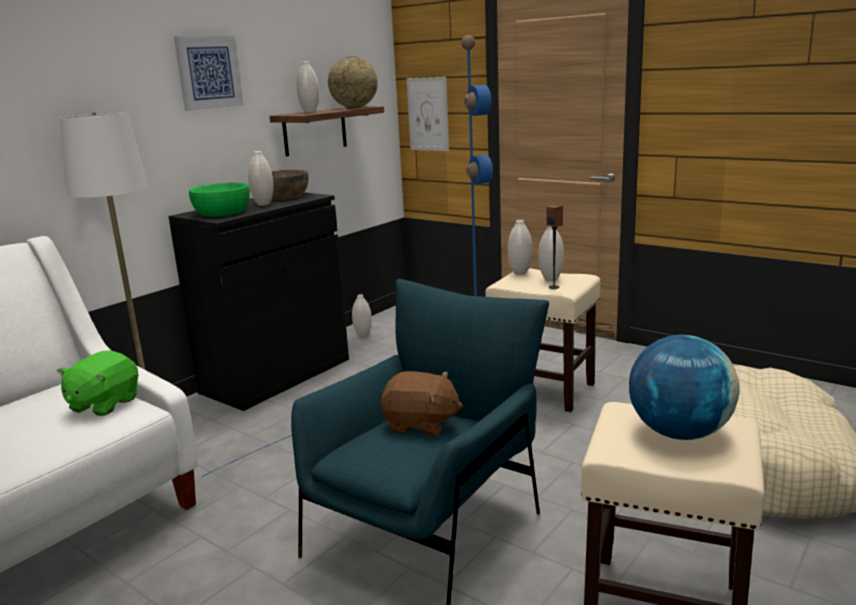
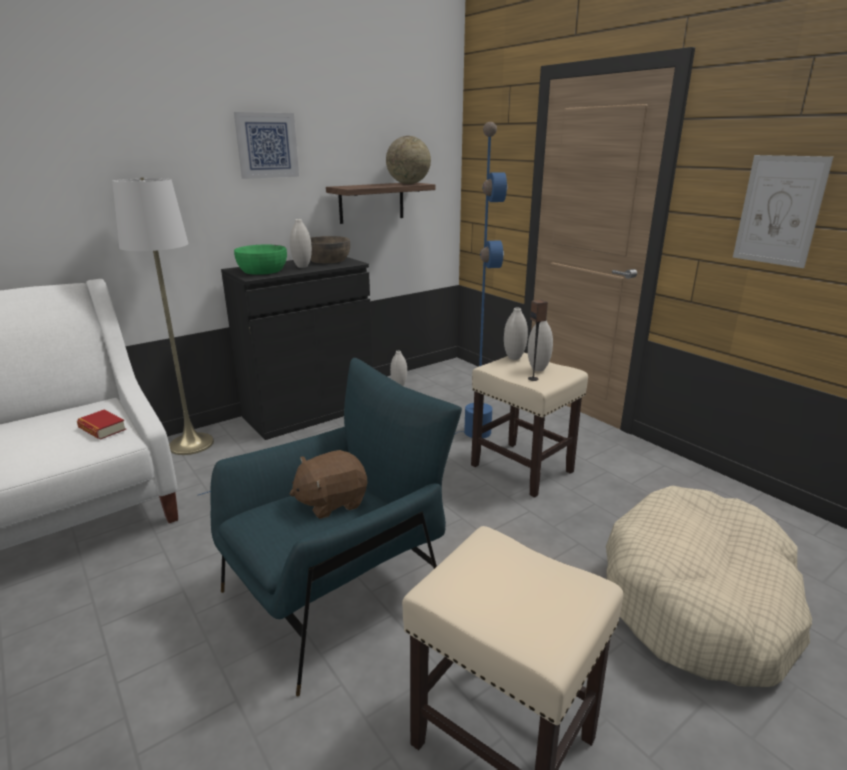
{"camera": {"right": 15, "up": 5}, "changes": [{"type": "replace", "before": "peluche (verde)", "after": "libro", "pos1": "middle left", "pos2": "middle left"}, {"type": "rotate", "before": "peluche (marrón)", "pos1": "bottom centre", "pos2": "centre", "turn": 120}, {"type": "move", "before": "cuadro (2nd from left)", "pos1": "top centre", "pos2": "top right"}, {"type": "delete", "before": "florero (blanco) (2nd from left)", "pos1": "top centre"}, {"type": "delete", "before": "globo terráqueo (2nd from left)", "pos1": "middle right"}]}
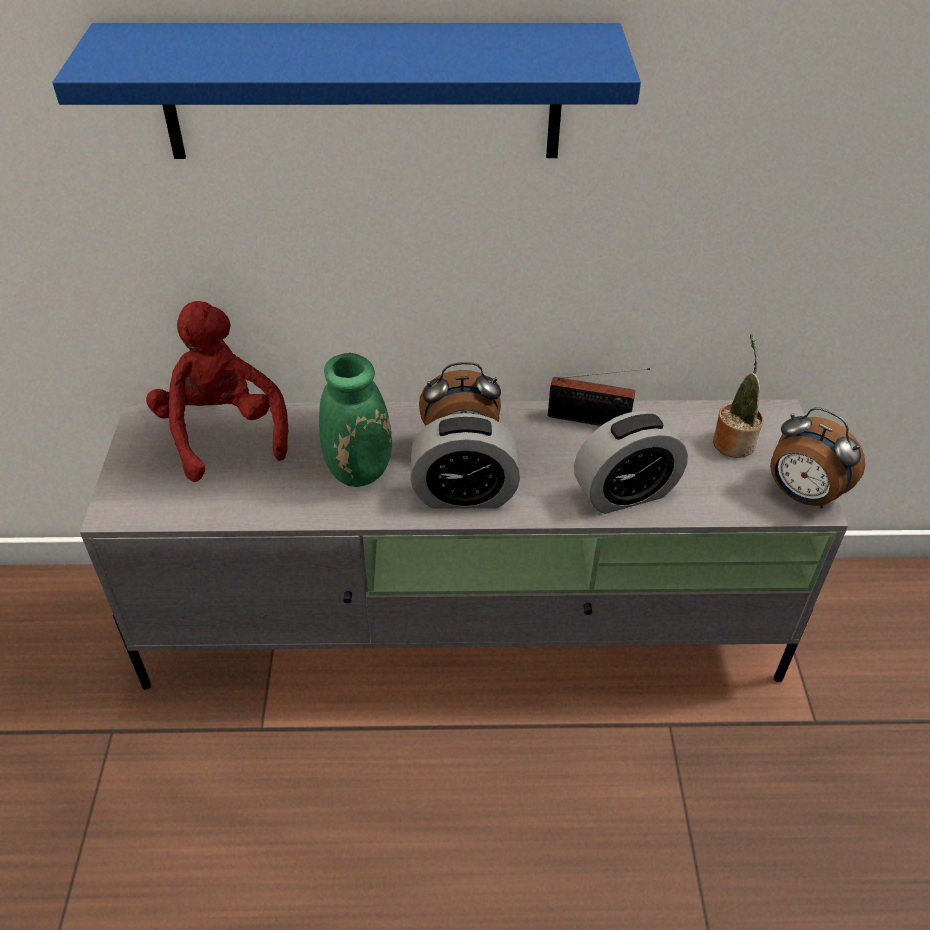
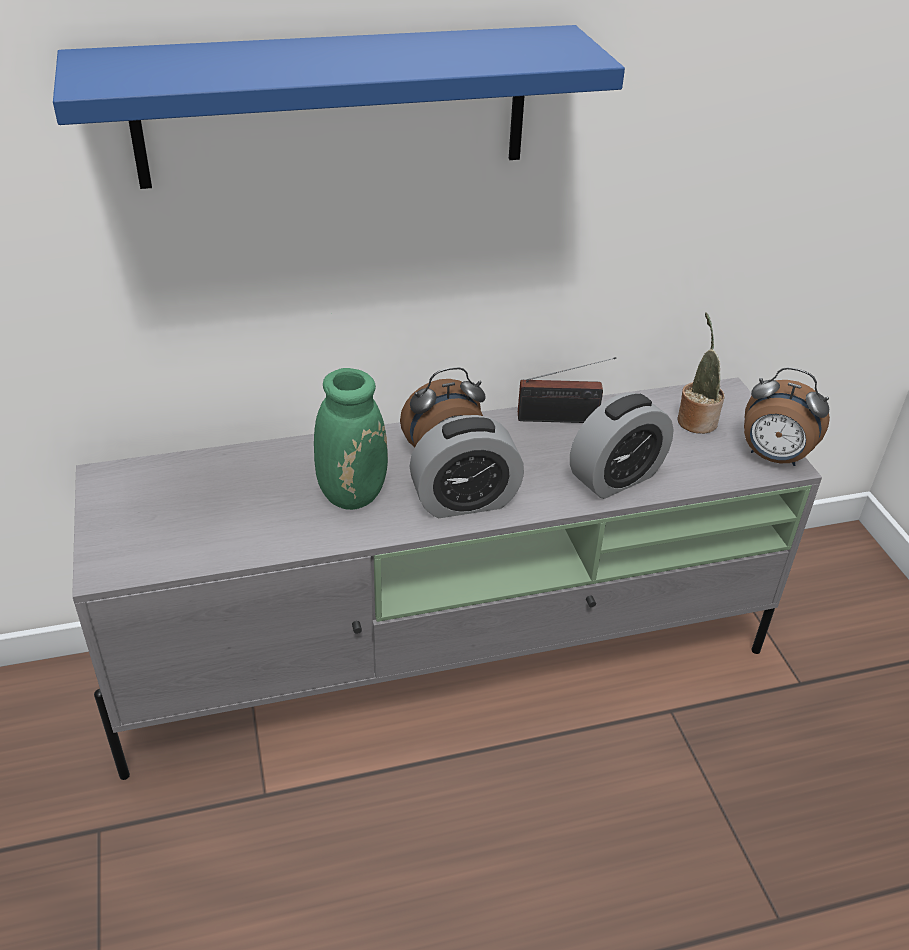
{"camera": {"right": -15, "up": -5}, "changes": [{"type": "delete", "before": "peluche (rojo)", "pos1": "middle left"}]}
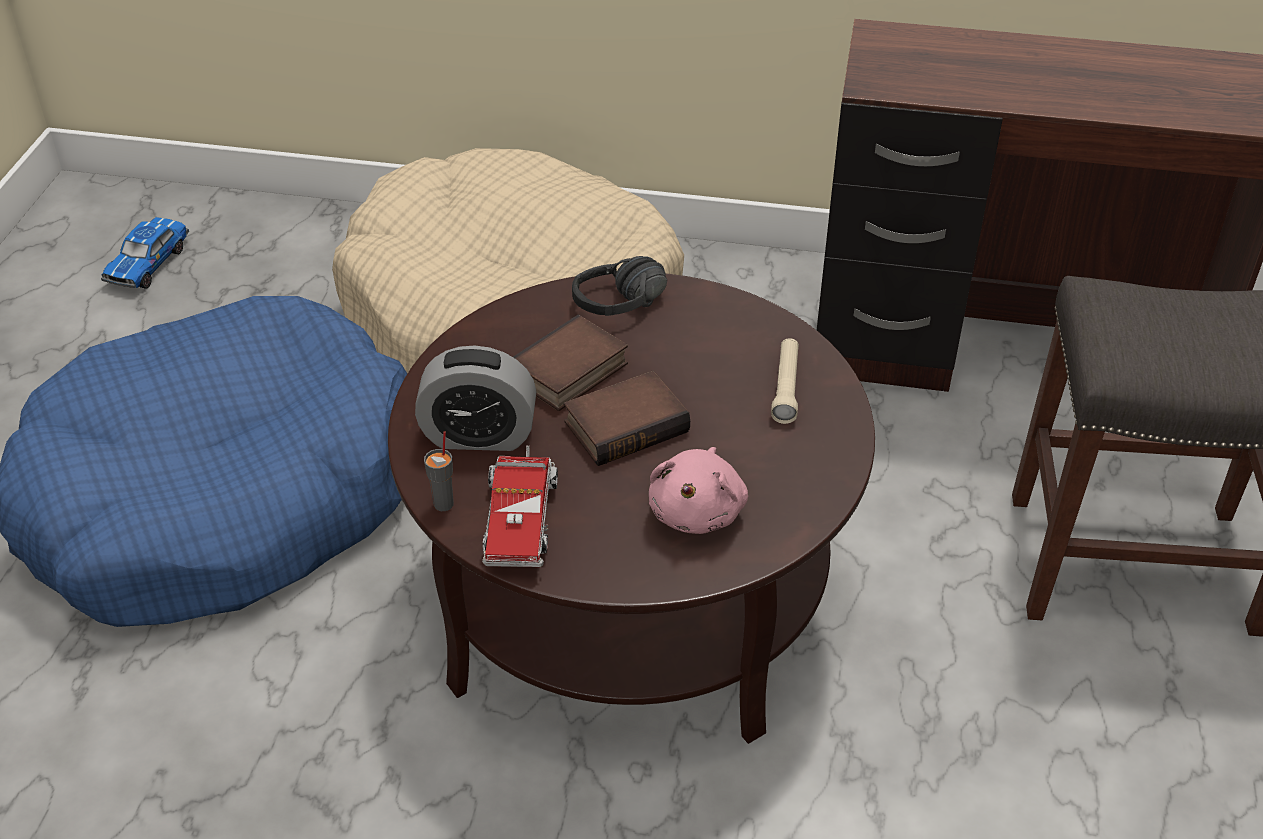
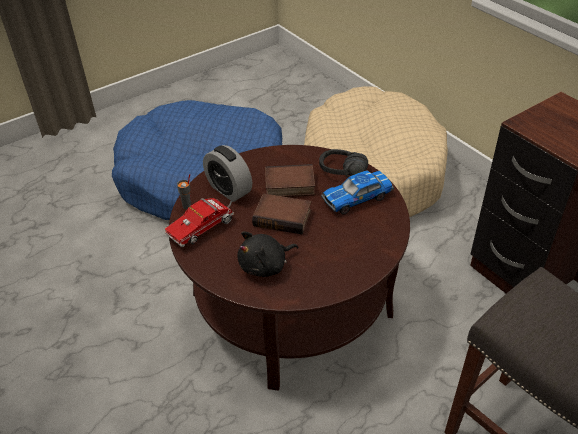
{"camera": {"right": 45, "up": 0}, "changes": [{"type": "recolor", "before": "peluche (rosa)", "after": "peluche (negro)", "pos1": "centre", "pos2": "centre"}, {"type": "move", "before": "coche de juguete", "pos1": "top left", "pos2": "centre"}, {"type": "delete", "before": "linterna (beis)", "pos1": "centre"}]}
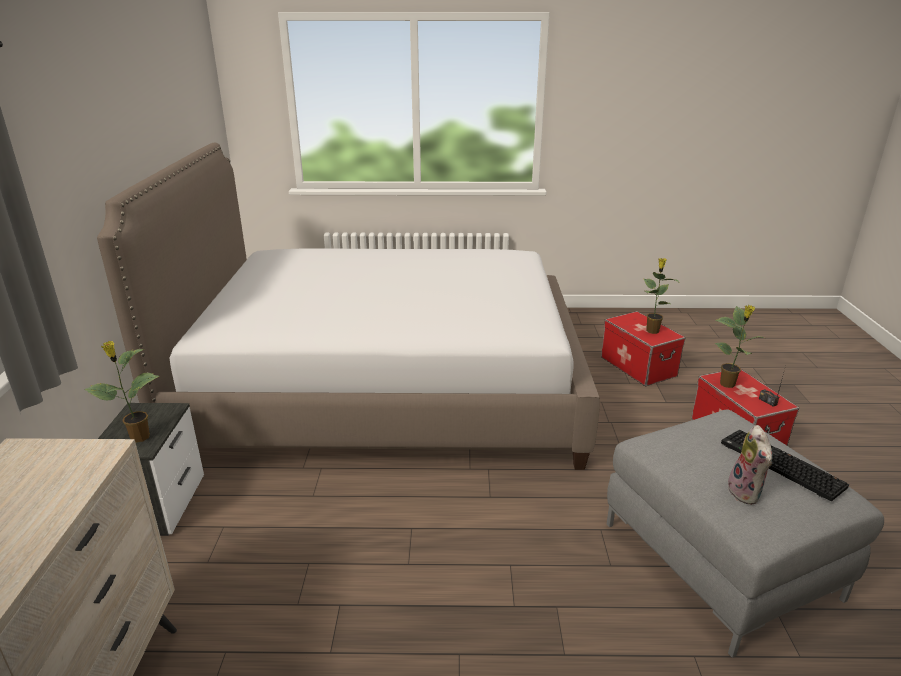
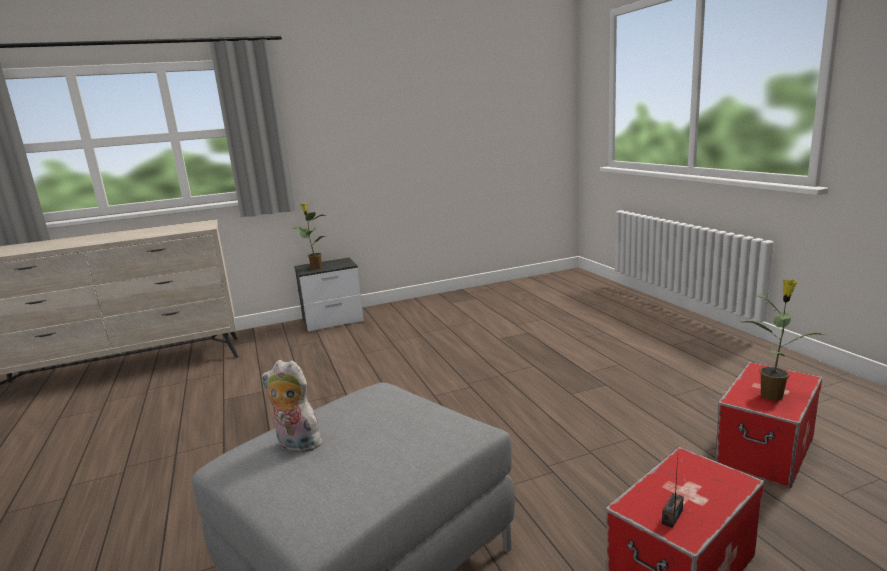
{"camera": {"right": 70, "up": -10}, "changes": [{"type": "rotate", "before": "peluche", "pos1": "bottom right", "pos2": "bottom left", "turn": 45}, {"type": "delete", "before": "cama", "pos1": "centre"}, {"type": "delete", "before": "planta en maceta (3rd from left)", "pos1": "middle right"}, {"type": "delete", "before": "teclado", "pos1": "bottom right"}]}
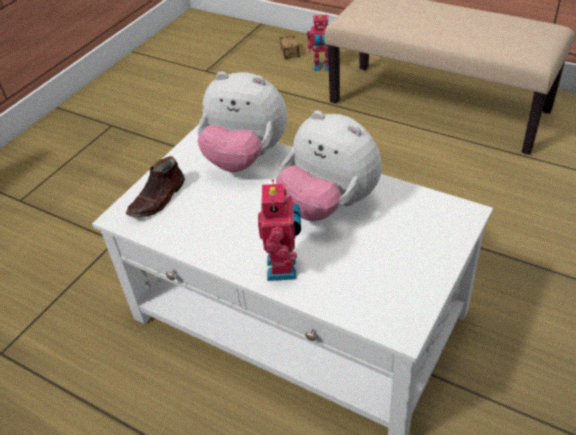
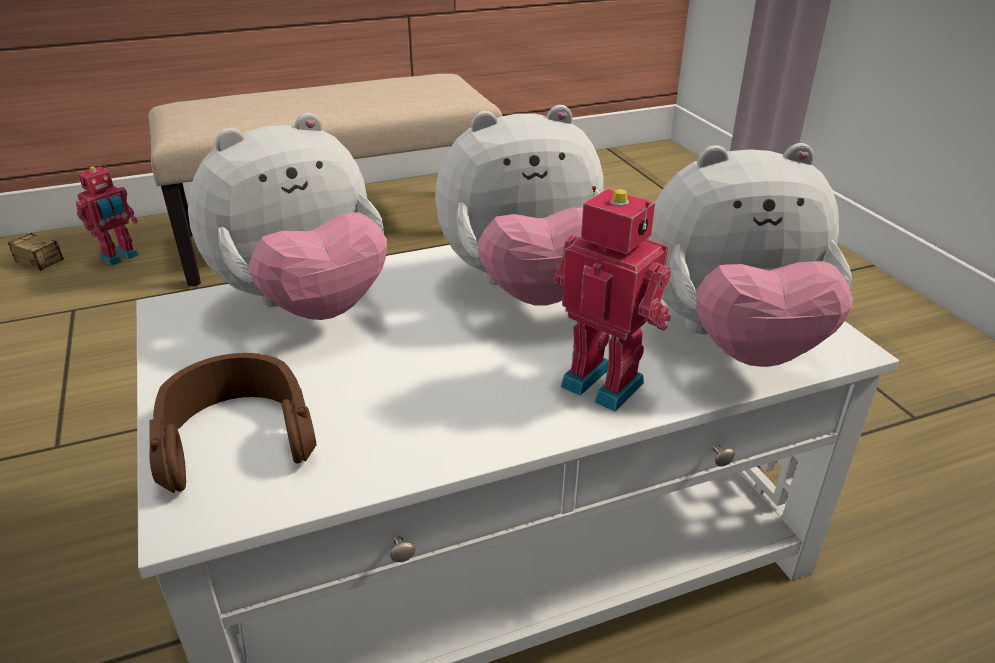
{"camera": {"right": -55, "up": -10}, "changes": [{"type": "replace", "before": "zapato (marrón)", "after": "auriculares (marrón)", "pos1": "middle left", "pos2": "middle left"}, {"type": "insert", "after": "peluche (3rd from left)", "pos2": "middle right"}]}
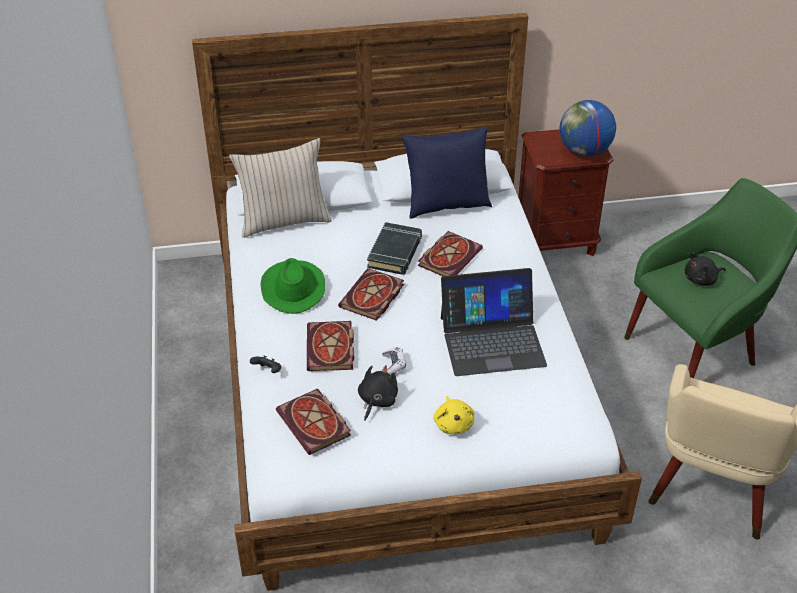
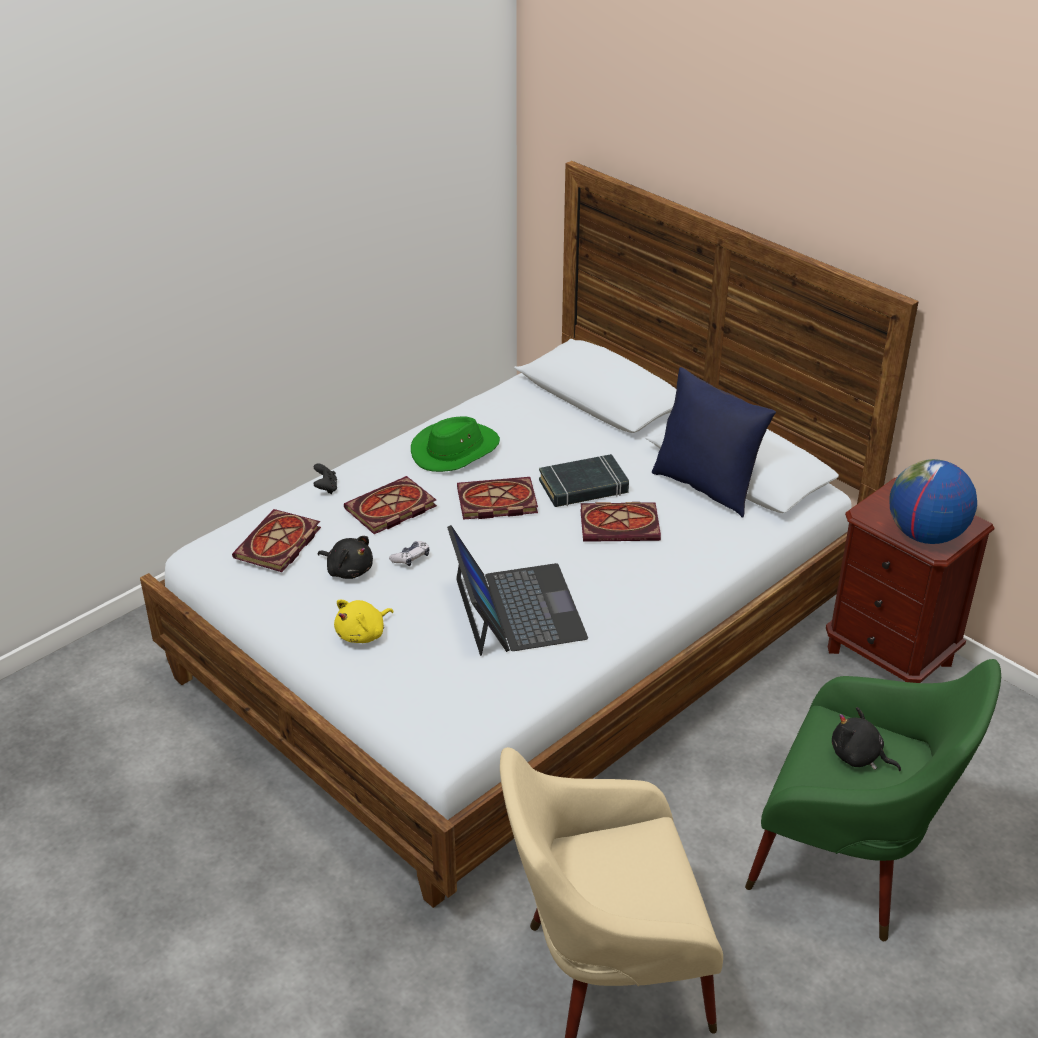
{"camera": {"right": 55, "up": -5}, "changes": [{"type": "rotate", "before": "peluche (negro) (1st from left)", "pos1": "centre", "pos2": "middle left", "turn": 45}, {"type": "rotate", "before": "portátil", "pos1": "centre", "pos2": "centre", "turn": -150}, {"type": "delete", "before": "cojín (beis)", "pos1": "top centre"}]}
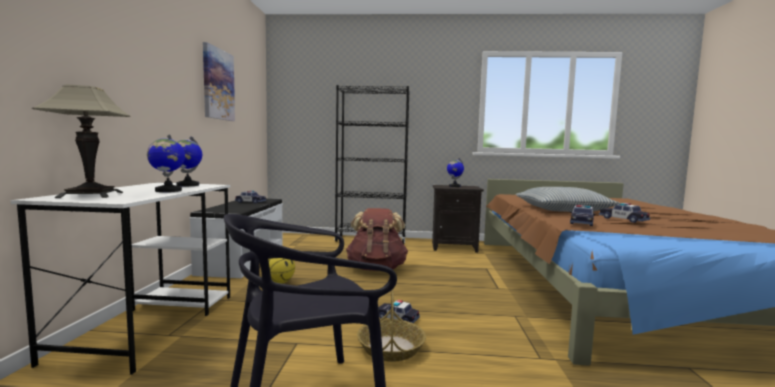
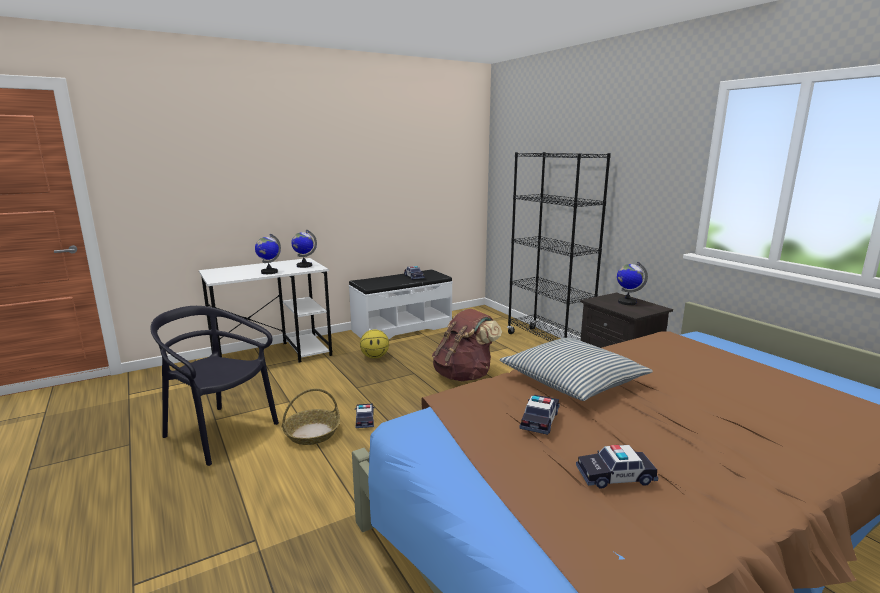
{"camera": {"right": 55, "up": 10}, "changes": [{"type": "move", "before": "coche de juguete (3rd from left in the first image)", "after": "coche de juguete (4th from left)", "pos1": "middle right", "pos2": "bottom right"}, {"type": "delete", "before": "lámpara de mesa", "pos1": "middle left"}, {"type": "delete", "before": "cuadro", "pos1": "top left"}]}
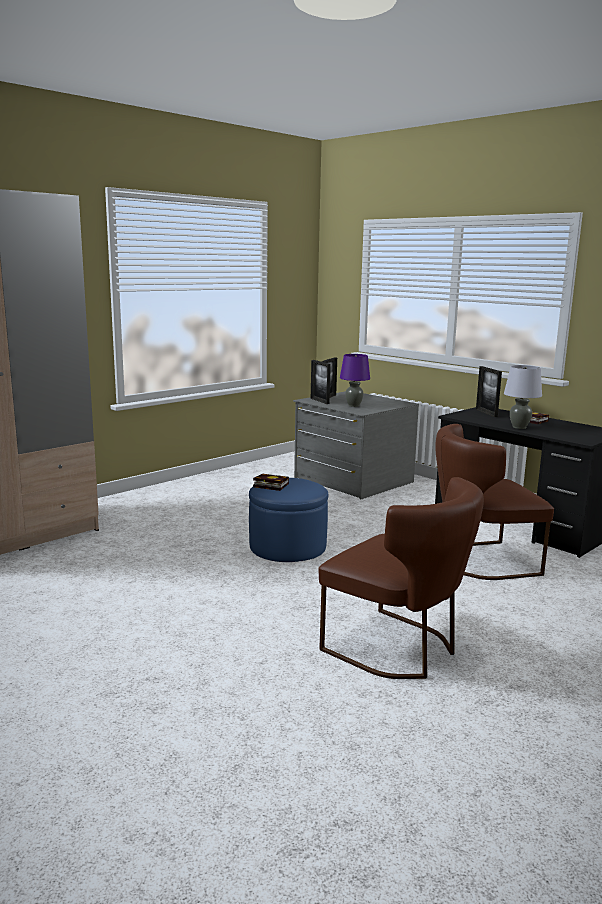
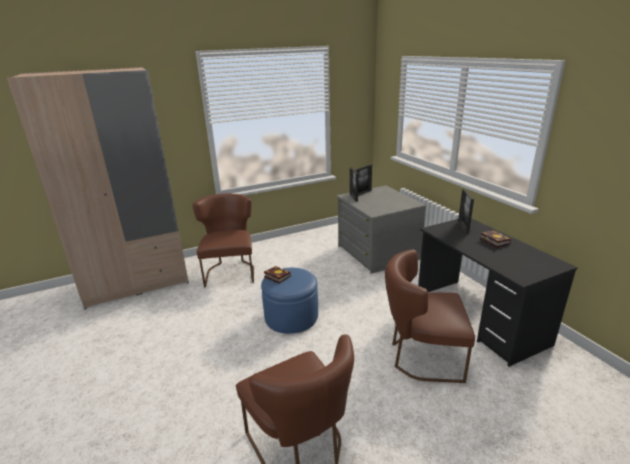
{"camera": {"right": 20, "up": 10}, "changes": [{"type": "insert", "after": "silla (marrón) (1st from left)", "pos2": "centre"}, {"type": "delete", "before": "lámpara de mesa (morado)", "pos1": "centre"}, {"type": "delete", "before": "lámpara de mesa (gris)", "pos1": "middle right"}]}
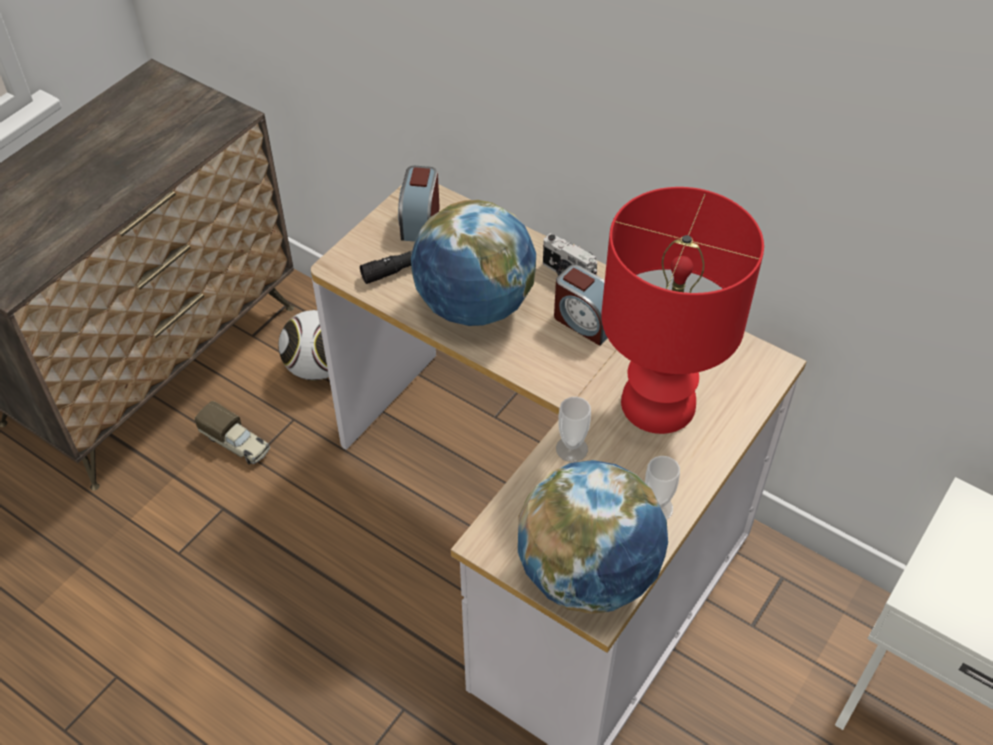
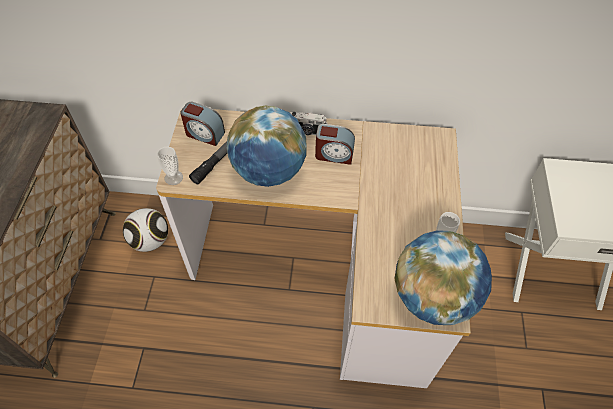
{"camera": {"right": -30, "up": 5}, "changes": [{"type": "move", "before": "taza (1st from left)", "pos1": "centre", "pos2": "middle left"}, {"type": "rotate", "before": "despertador (1st from left)", "pos1": "top centre", "pos2": "top left", "turn": -45}, {"type": "delete", "before": "camión de juguete", "pos1": "middle left"}, {"type": "delete", "before": "lámpara de mesa (rojo)", "pos1": "middle right"}]}
